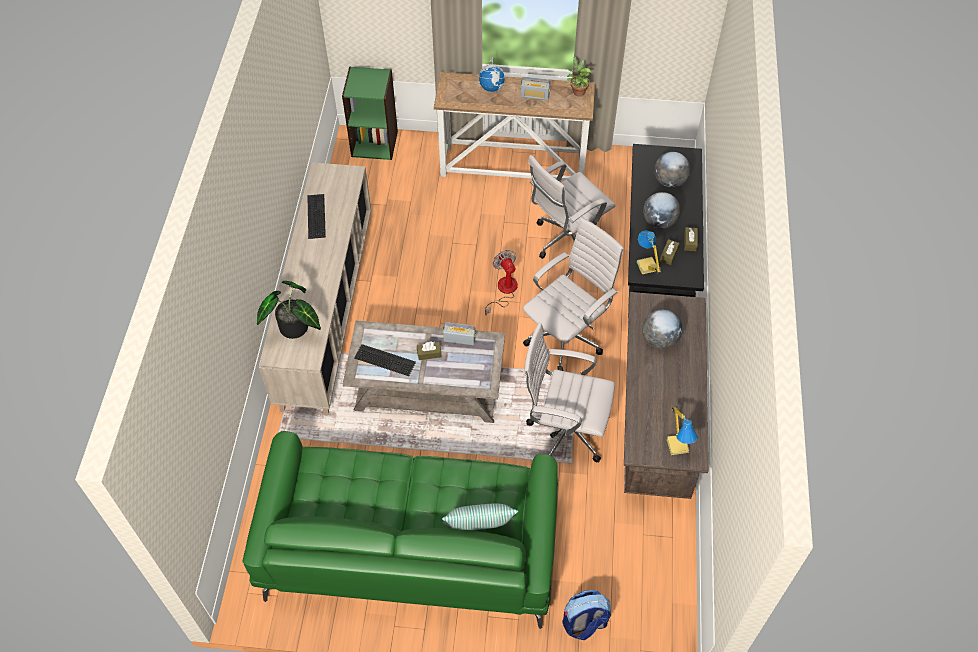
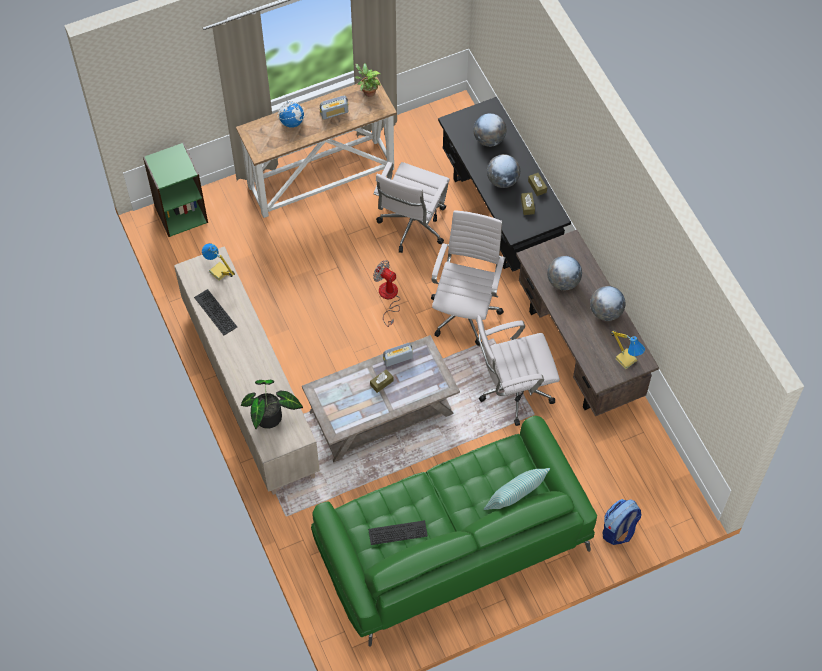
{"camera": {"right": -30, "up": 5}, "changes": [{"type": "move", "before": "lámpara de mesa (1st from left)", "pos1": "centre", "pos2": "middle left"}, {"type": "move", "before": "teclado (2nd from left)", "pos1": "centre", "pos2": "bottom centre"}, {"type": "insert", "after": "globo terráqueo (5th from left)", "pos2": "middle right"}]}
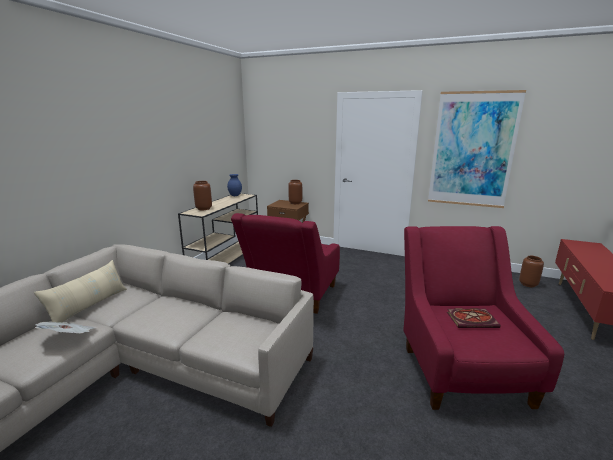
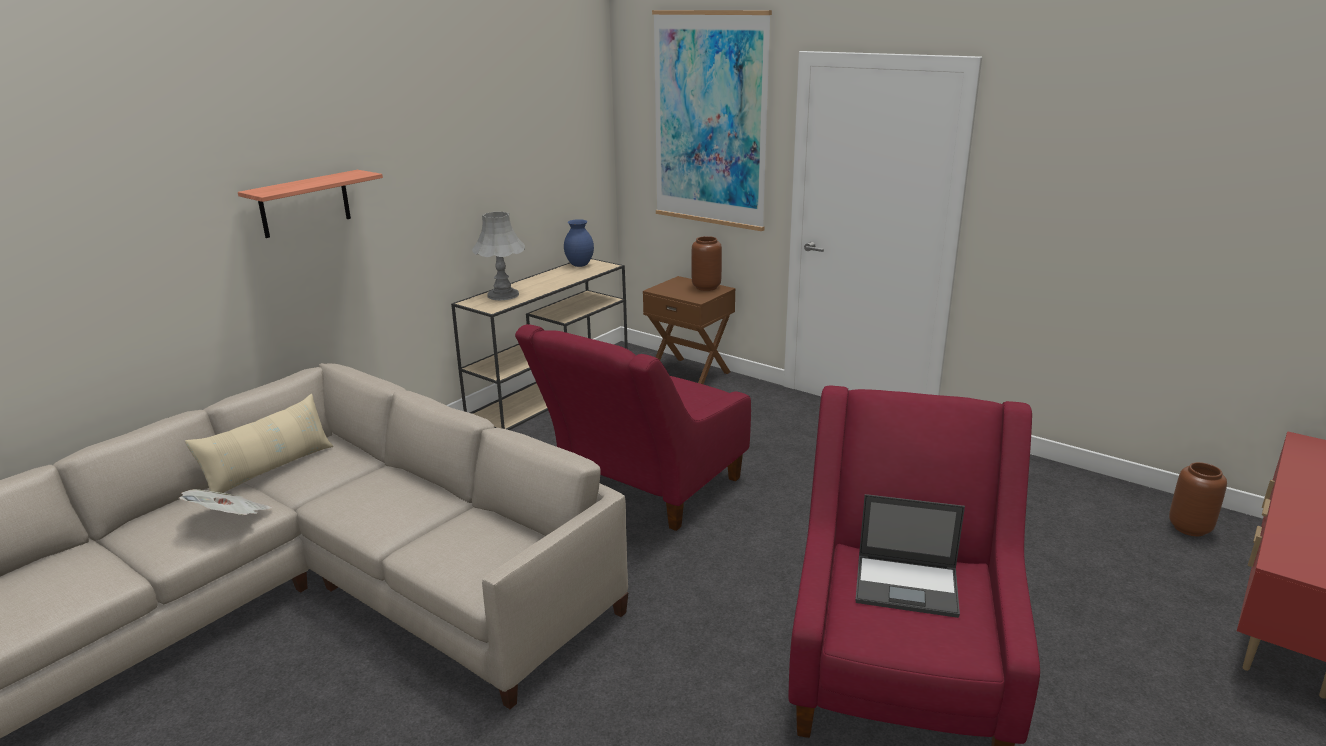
{"camera": {"right": 15, "up": 5}, "changes": [{"type": "insert", "after": "estante", "pos2": "top left"}, {"type": "replace", "before": "florero (marrón) (1st from left)", "after": "lámpara de mesa (gris)", "pos1": "middle left", "pos2": "centre"}, {"type": "move", "before": "cuadro", "pos1": "top right", "pos2": "top centre"}, {"type": "replace", "before": "libro", "after": "portátil", "pos1": "bottom right", "pos2": "bottom right"}]}
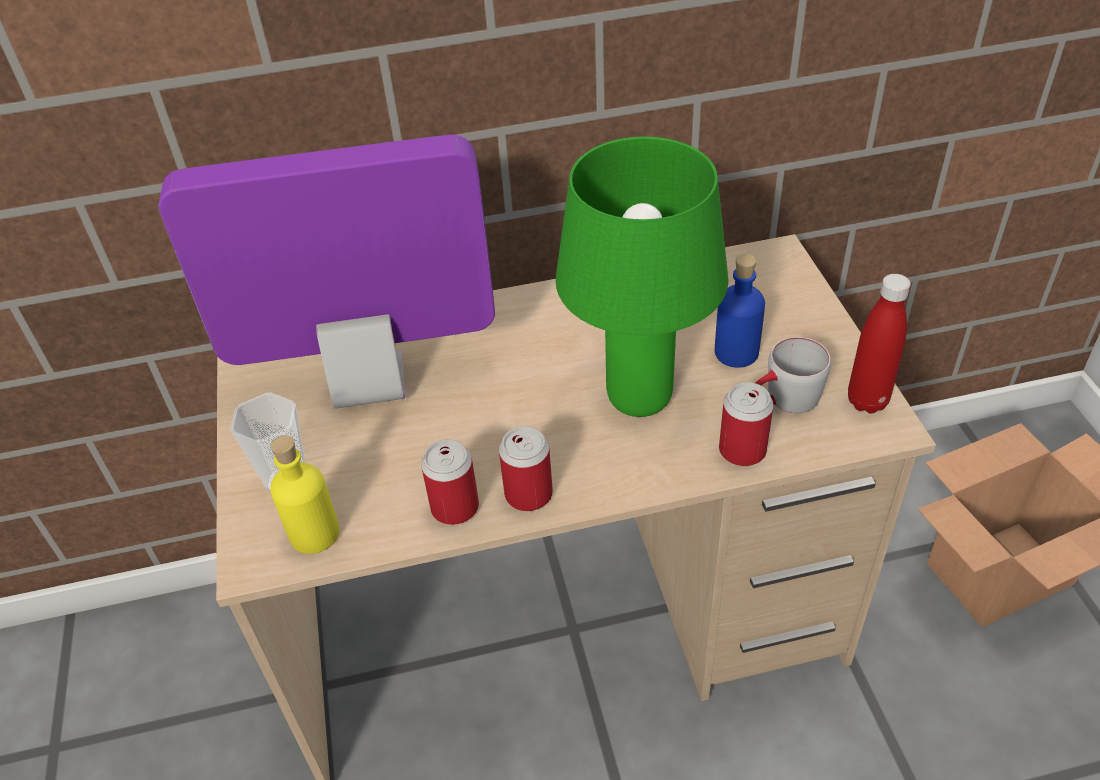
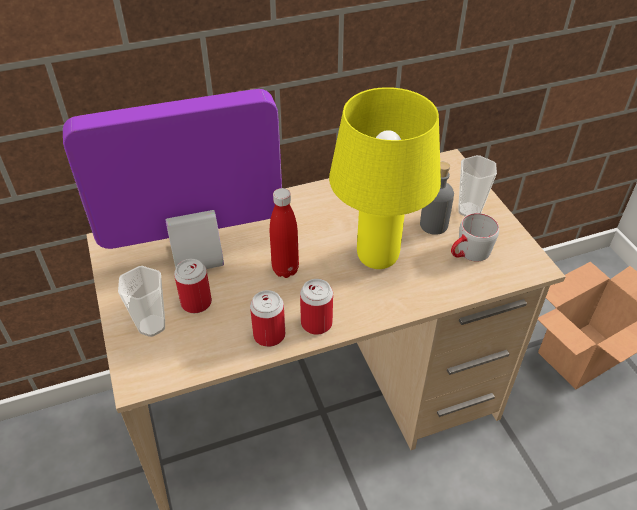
{"camera": {"right": -10, "up": 0}, "changes": [{"type": "move", "before": "lata (3rd from left in the first image)", "after": "lata (1st from left)", "pos1": "middle right", "pos2": "middle left"}, {"type": "move", "before": "botella (rojo)", "pos1": "middle right", "pos2": "centre"}, {"type": "recolor", "before": "lámpara de mesa (verde)", "after": "lámpara de mesa (amarillo)", "pos1": "centre", "pos2": "centre"}, {"type": "recolor", "before": "botella (azul)", "after": "botella (gris)", "pos1": "middle right", "pos2": "middle right"}, {"type": "insert", "after": "taza (2nd from left)", "pos2": "middle right"}, {"type": "delete", "before": "botella (amarillo)", "pos1": "middle left"}]}
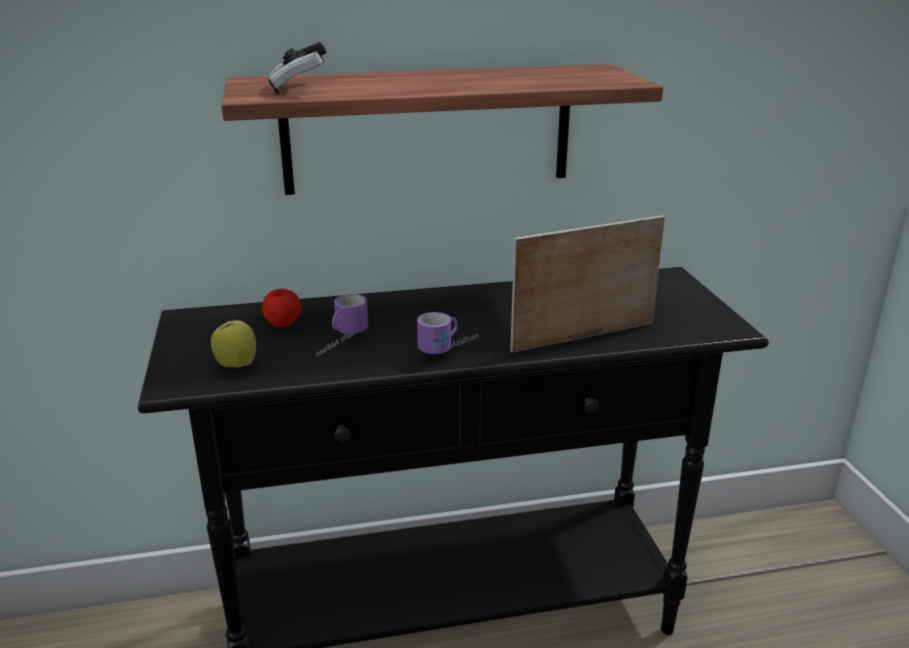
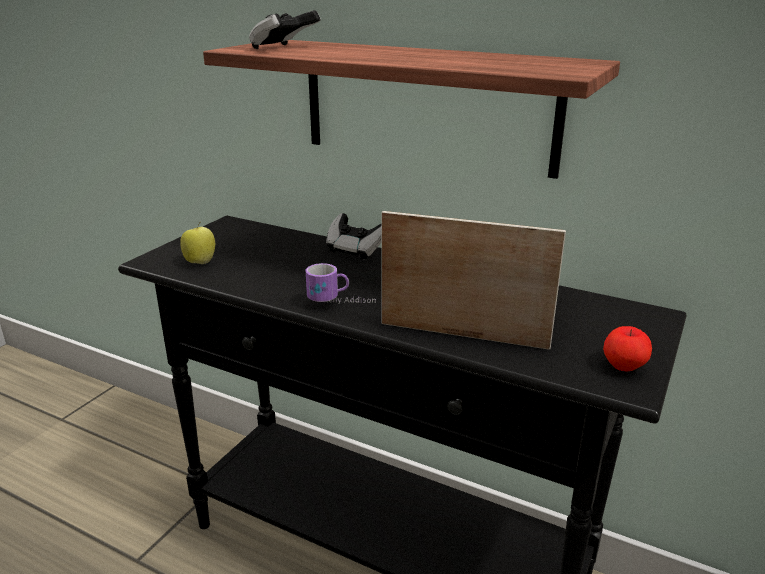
{"camera": {"right": 40, "up": 0}, "changes": [{"type": "insert", "after": "mando de consola (2nd from left)", "pos2": "centre"}, {"type": "move", "before": "manzana (2nd from left)", "pos1": "middle left", "pos2": "middle right"}, {"type": "delete", "before": "taza grande (1st from left)", "pos1": "centre"}]}
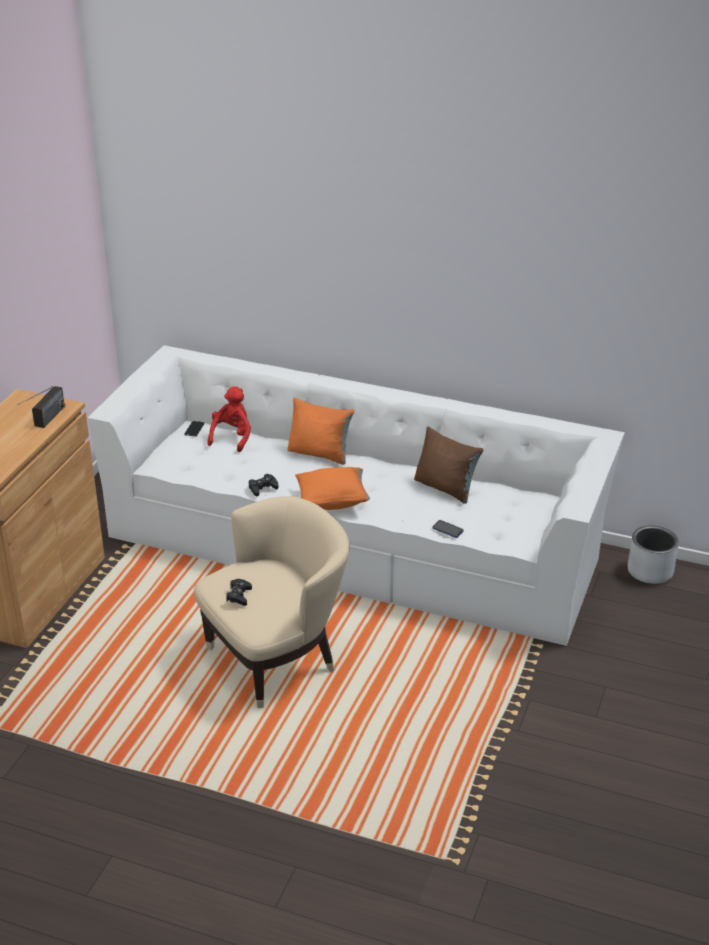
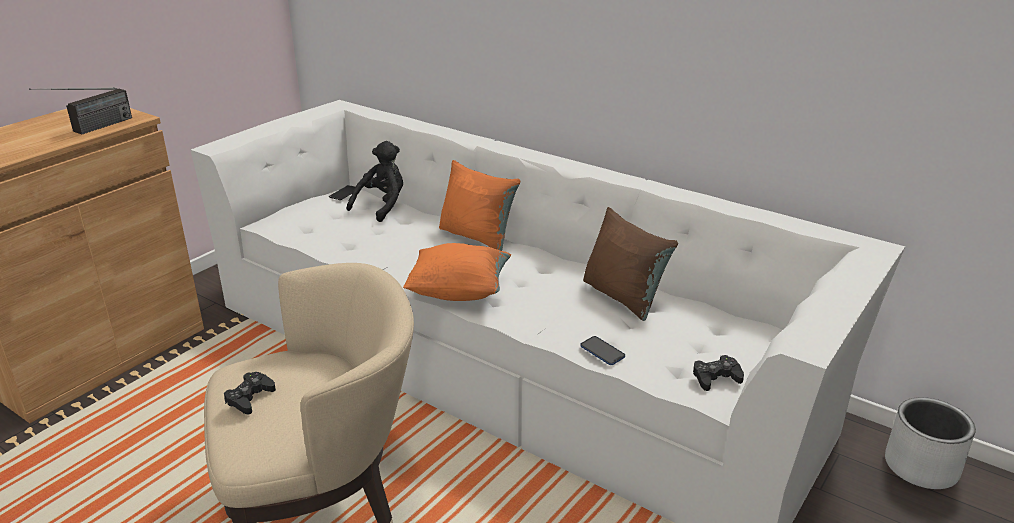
{"camera": {"right": 15, "up": -5}, "changes": [{"type": "recolor", "before": "peluche (rojo)", "after": "peluche (negro)", "pos1": "middle left", "pos2": "centre"}, {"type": "move", "before": "mando de consola (negro) (2nd from left)", "pos1": "centre", "pos2": "bottom right"}]}
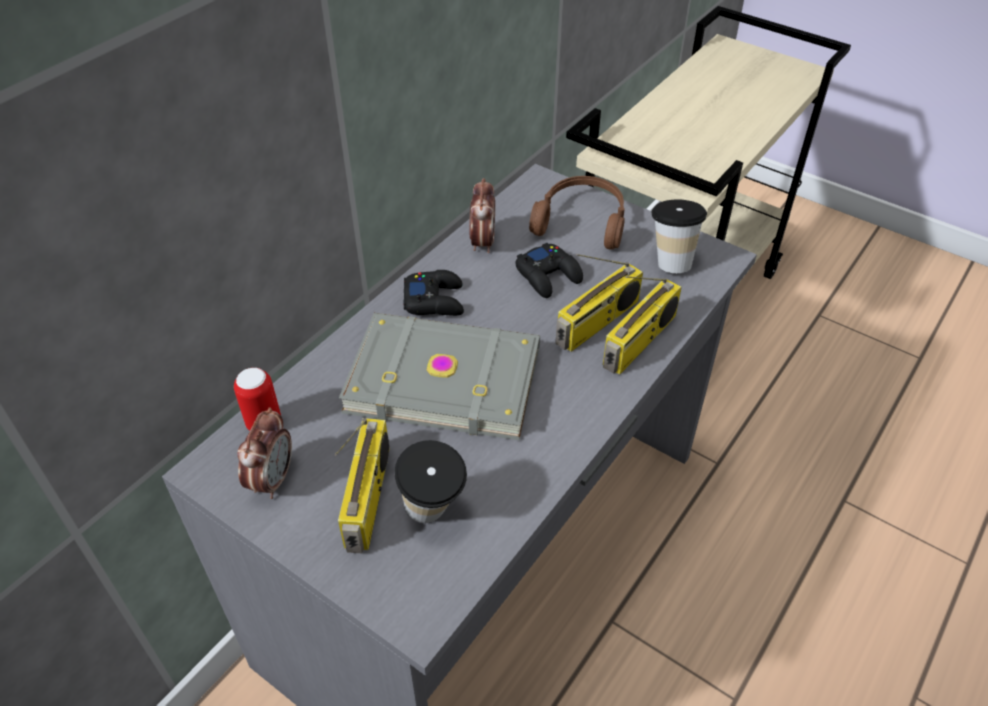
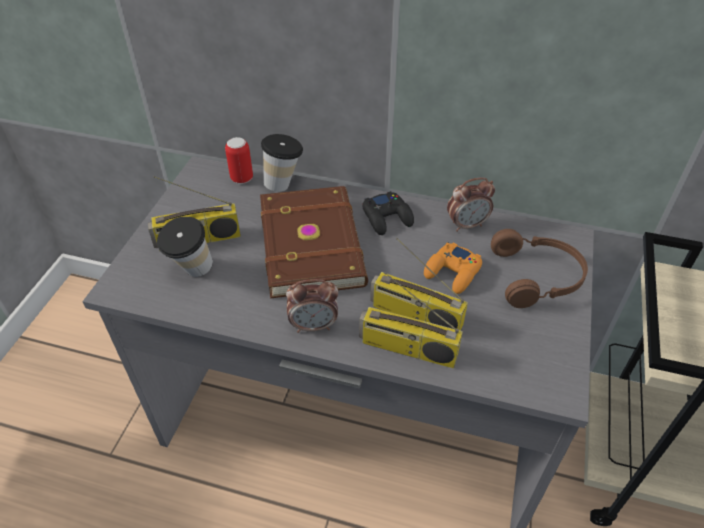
{"camera": {"right": 70, "up": 0}, "changes": [{"type": "recolor", "before": "libro (gris)", "after": "libro (marrón)", "pos1": "centre", "pos2": "centre"}, {"type": "move", "before": "taza (2nd from left)", "pos1": "middle right", "pos2": "top centre"}, {"type": "move", "before": "despertador (1st from left)", "pos1": "middle left", "pos2": "centre"}, {"type": "recolor", "before": "mando de consola (negro) (2nd from left)", "after": "mando de consola (naranja)", "pos1": "centre", "pos2": "centre"}]}
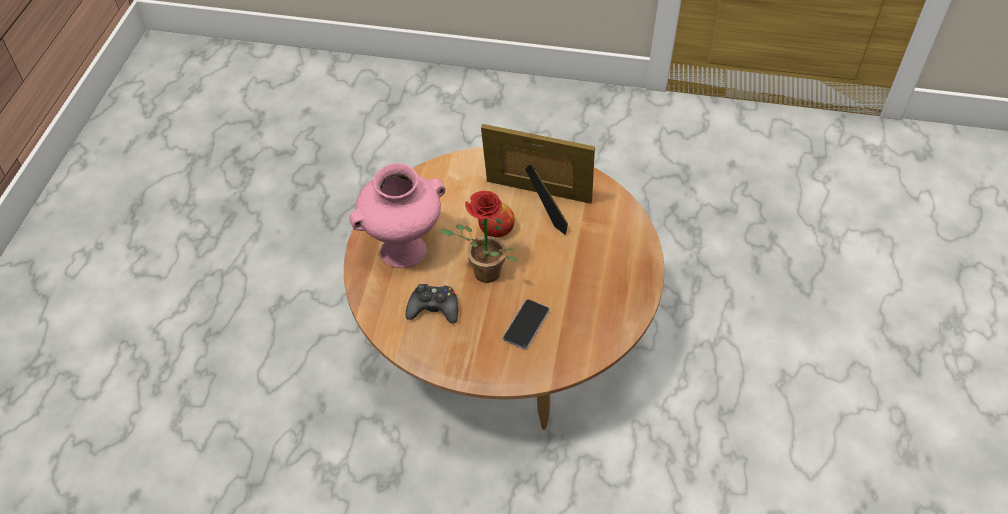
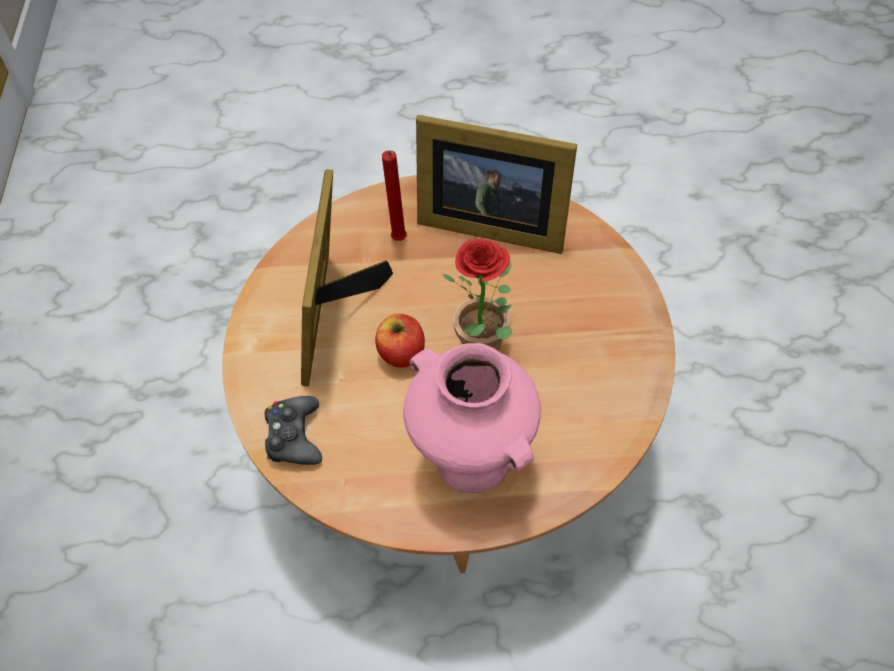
{"camera": {"right": -100, "up": 5}, "changes": [{"type": "move", "before": "mando de consola (negro)", "pos1": "centre", "pos2": "middle left"}, {"type": "insert", "after": "vela (rojo)", "pos2": "top centre"}, {"type": "insert", "after": "portarretratos (2nd from left)", "pos2": "top centre"}, {"type": "delete", "before": "móvil", "pos1": "centre"}]}
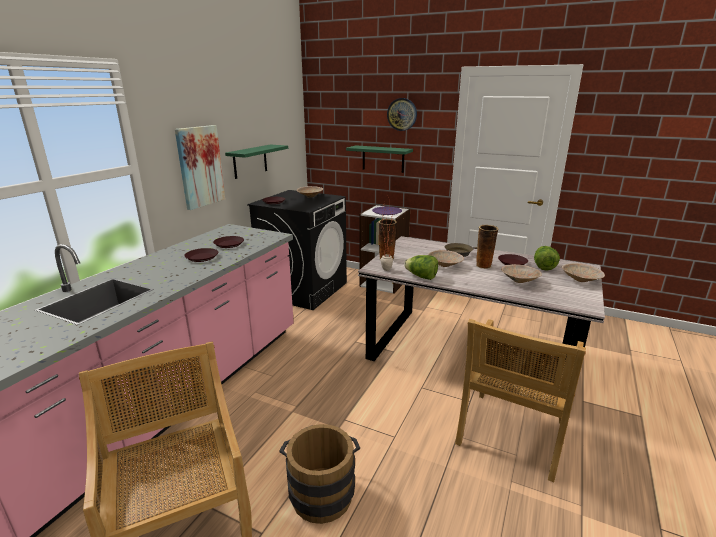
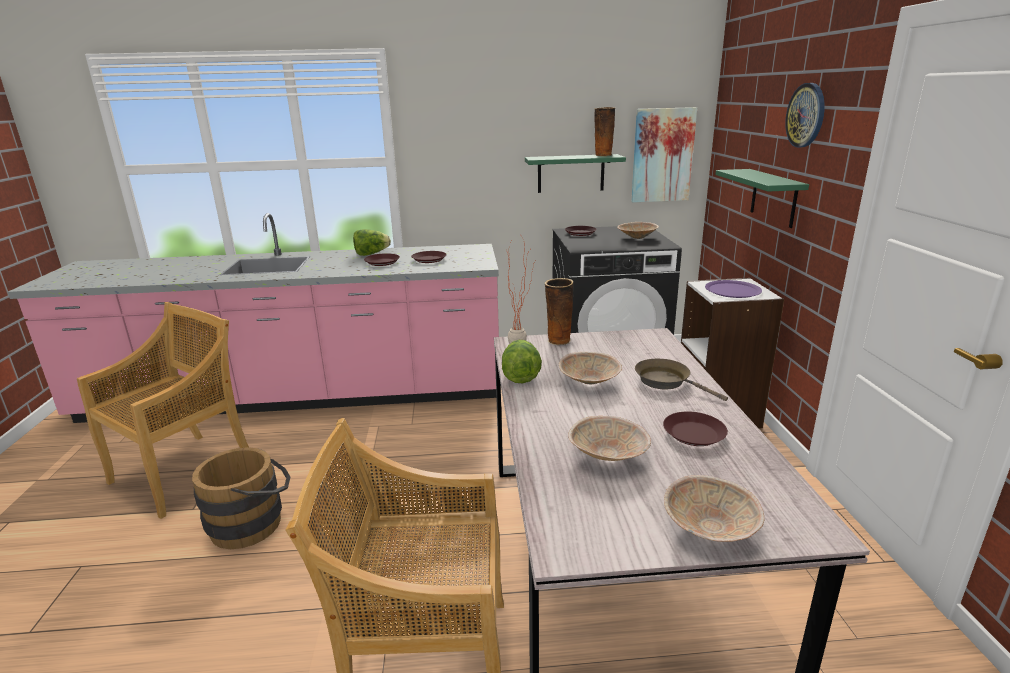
{"camera": {"right": 60, "up": 0}, "changes": [{"type": "move", "before": "lechuga (2nd from left in the first image)", "after": "lechuga (1st from left)", "pos1": "middle right", "pos2": "centre"}, {"type": "move", "before": "florero (2nd from left)", "pos1": "middle right", "pos2": "top centre"}, {"type": "move", "before": "cuadro", "pos1": "top left", "pos2": "top centre"}]}
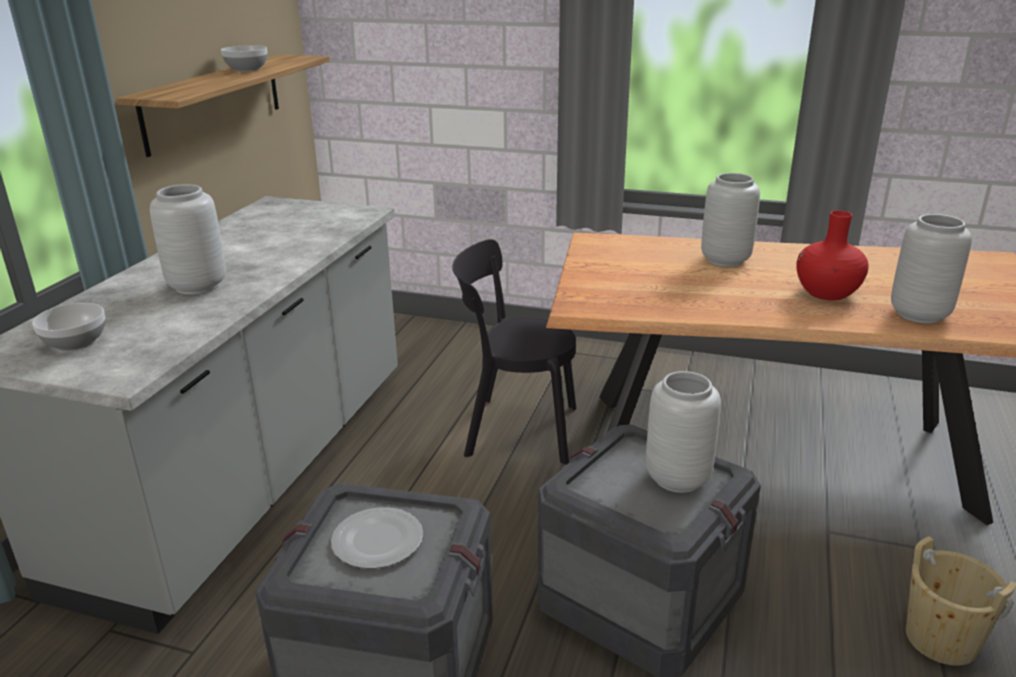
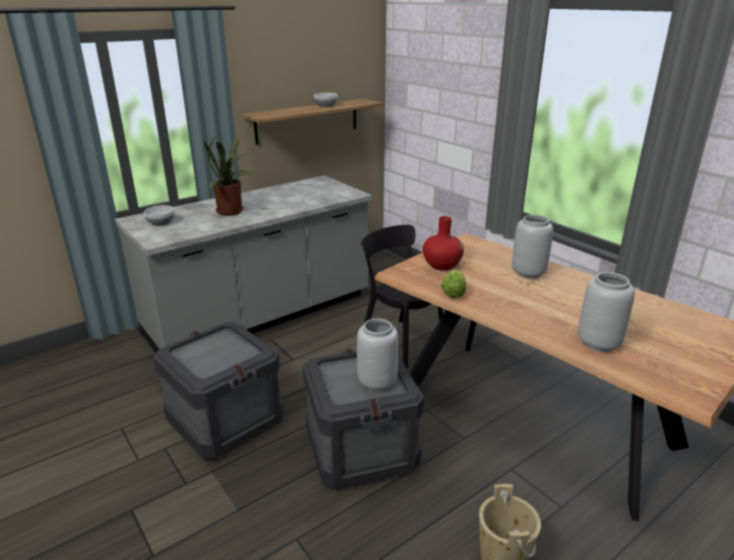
{"camera": {"right": 35, "up": 0}, "changes": [{"type": "replace", "before": "florero (gris) (1st from left)", "after": "planta en maceta", "pos1": "middle left", "pos2": "top left"}, {"type": "move", "before": "florero (rojo)", "pos1": "middle right", "pos2": "centre"}, {"type": "insert", "after": "lechuga", "pos2": "centre"}, {"type": "delete", "before": "plato", "pos1": "bottom centre"}]}
